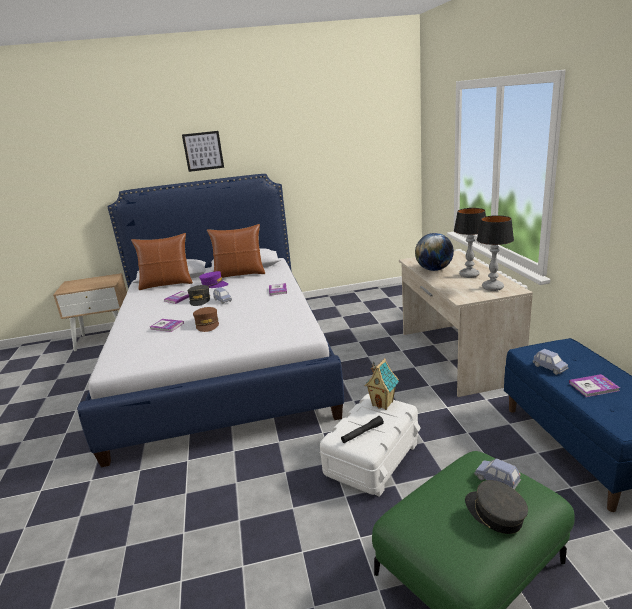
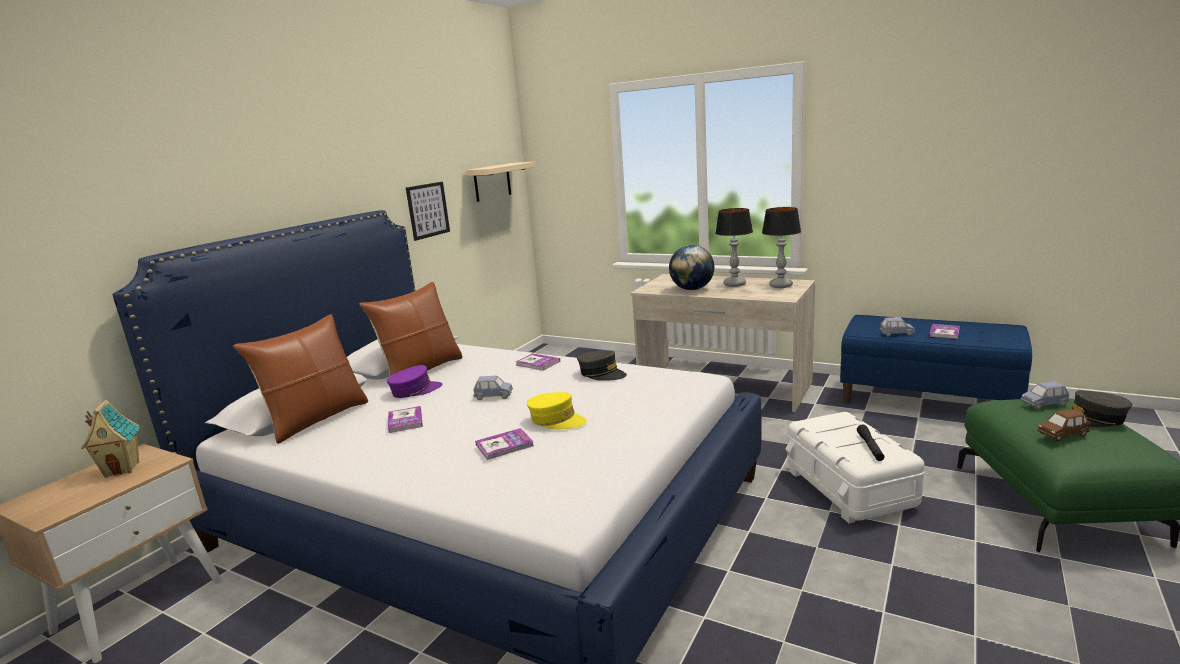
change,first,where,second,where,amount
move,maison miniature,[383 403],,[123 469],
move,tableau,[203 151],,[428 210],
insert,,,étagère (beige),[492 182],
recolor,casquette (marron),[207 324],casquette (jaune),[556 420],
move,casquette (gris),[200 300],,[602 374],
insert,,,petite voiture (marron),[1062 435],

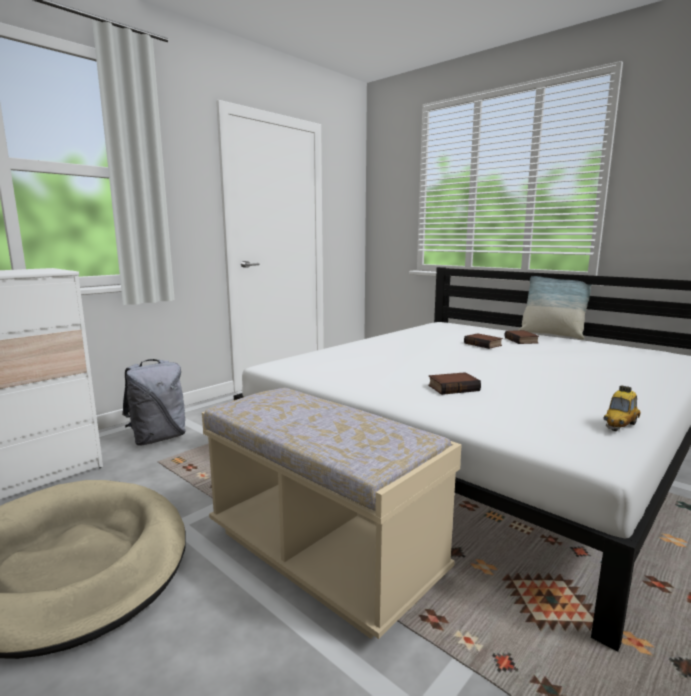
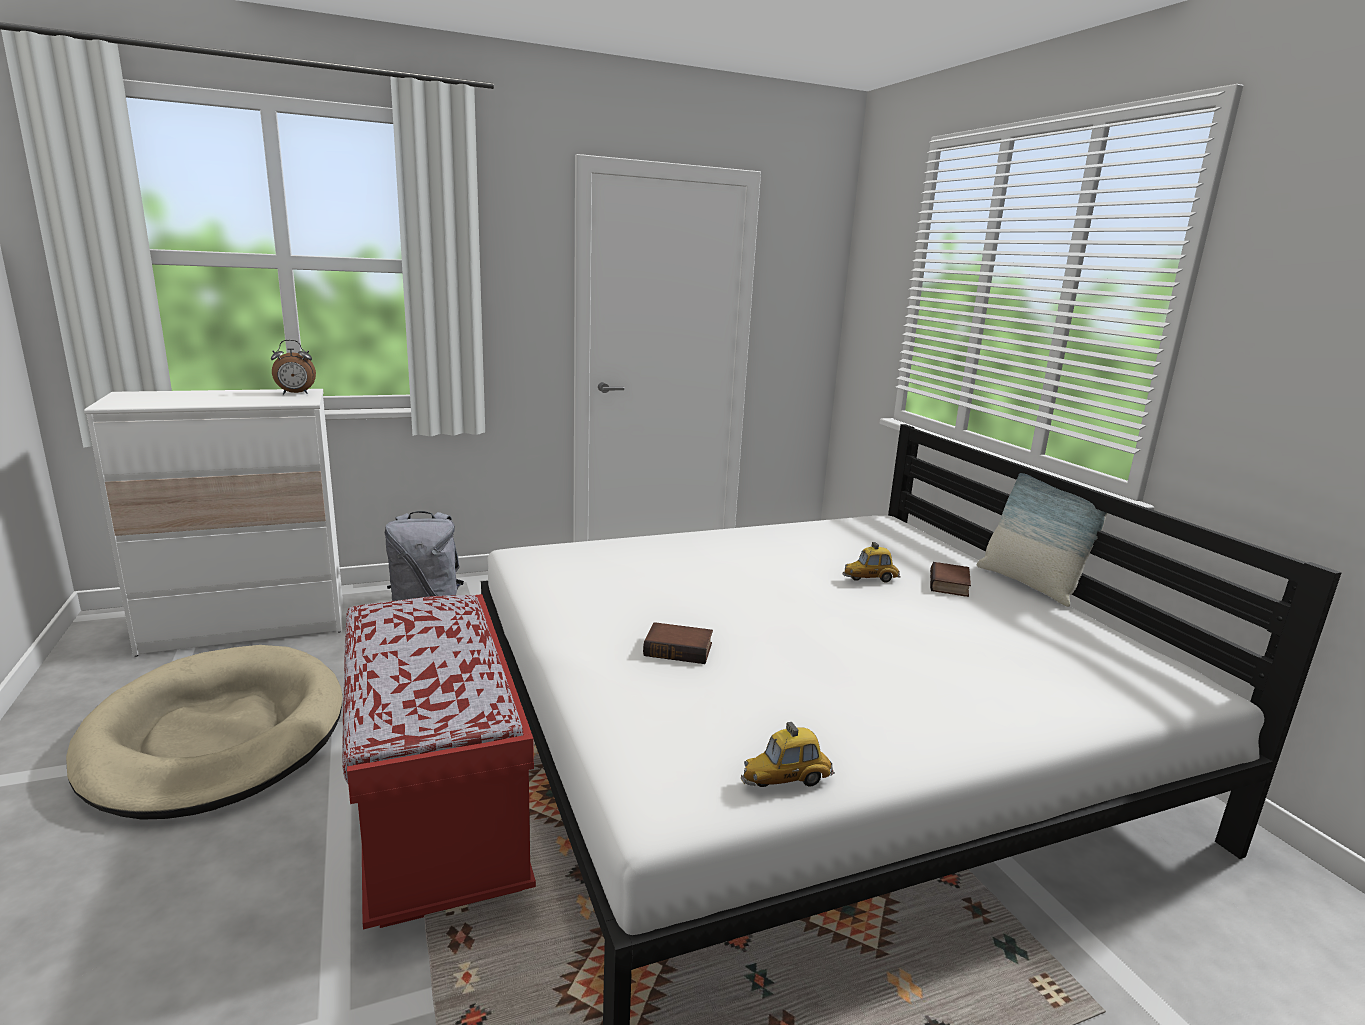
change,first,where,second,where,amount
insert,,,réveil,[295 394],
recolor,banc (beige),[322 554],banc (rouge),[438 815],
replace,livre,[483 344],petite voiture,[870 579],

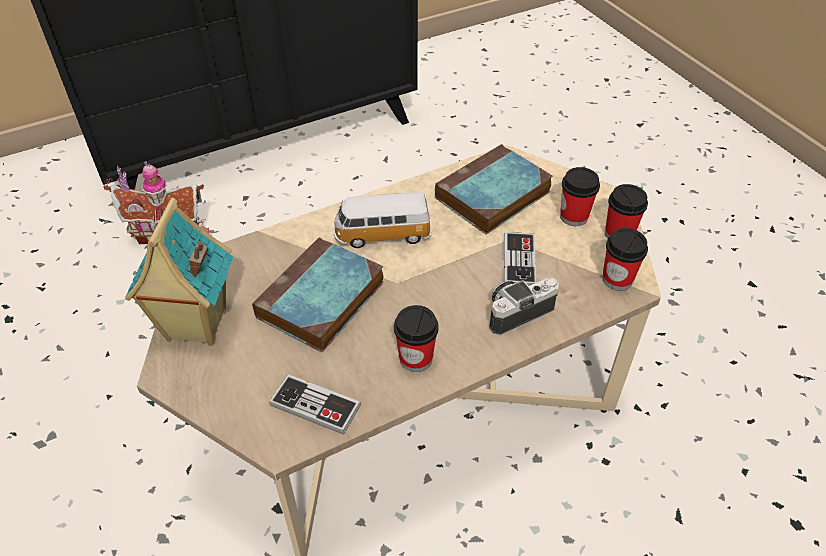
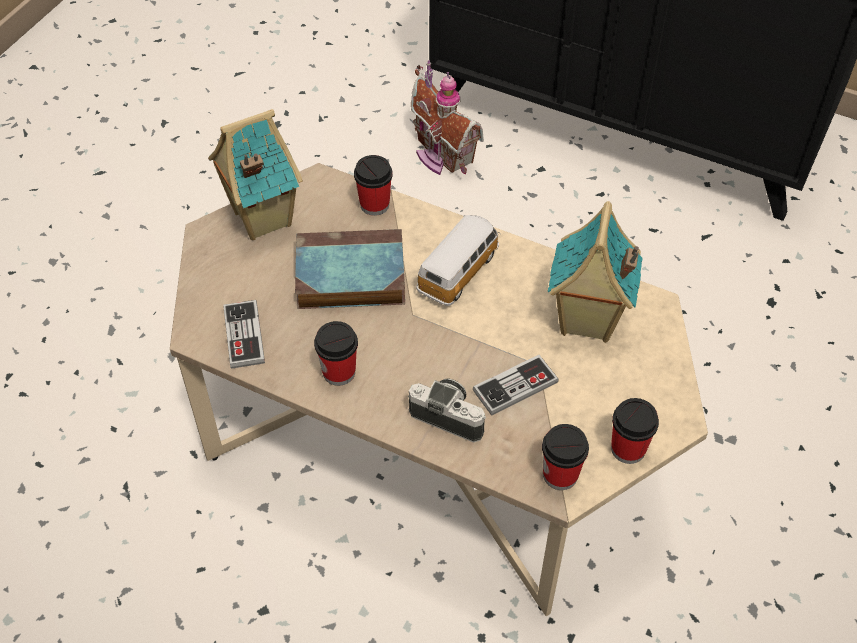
change,first,where,second,where,amount
move,tasse,[574 217],,[374 205],
rotate,petite voiture,[382 234],,[460 271],75 degrees clockwise
replace,livre,[492 196],maison miniature,[586 322],

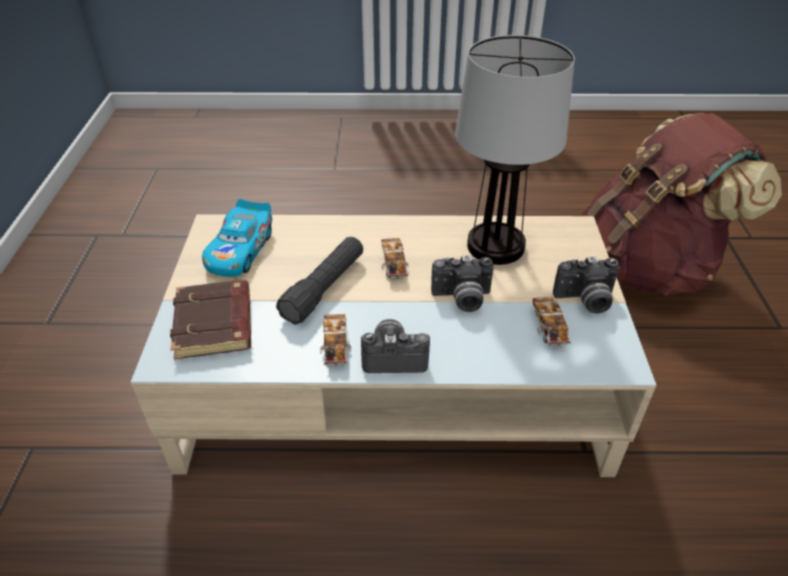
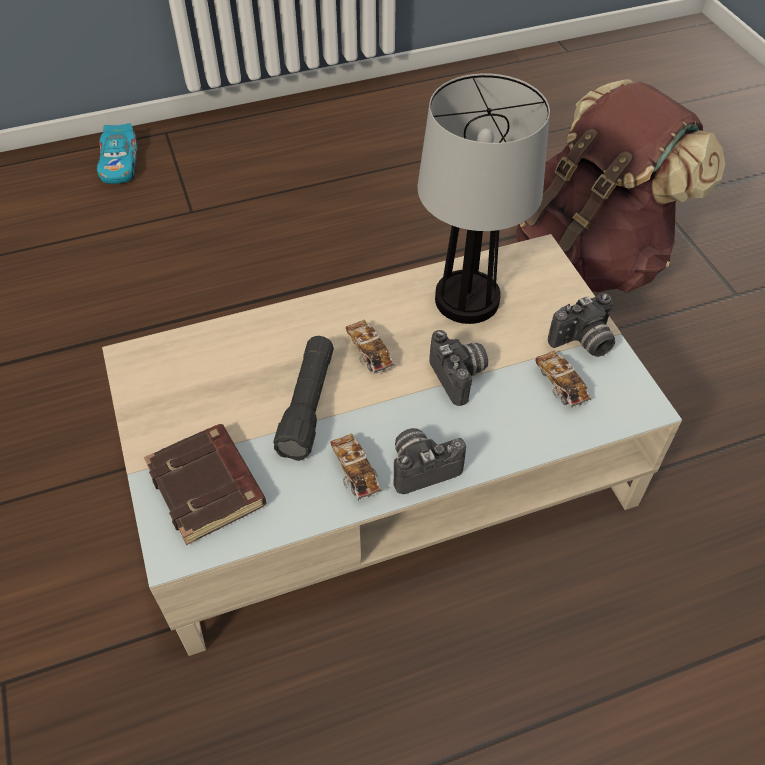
change,first,where,second,where,amount
move,petite voiture,[240 250],,[120 164],
rotate,appareil photo,[462 299],,[460 376],90 degrees counterclockwise

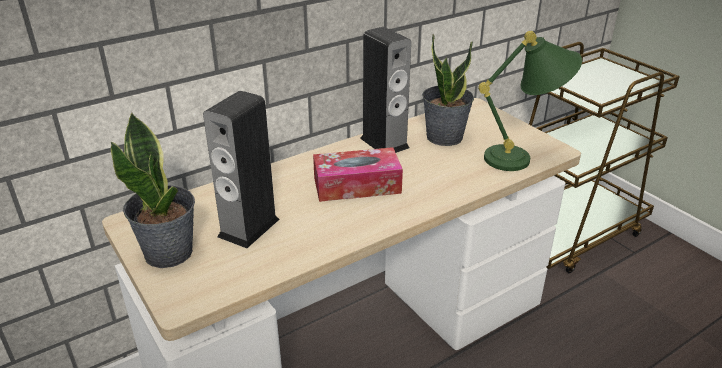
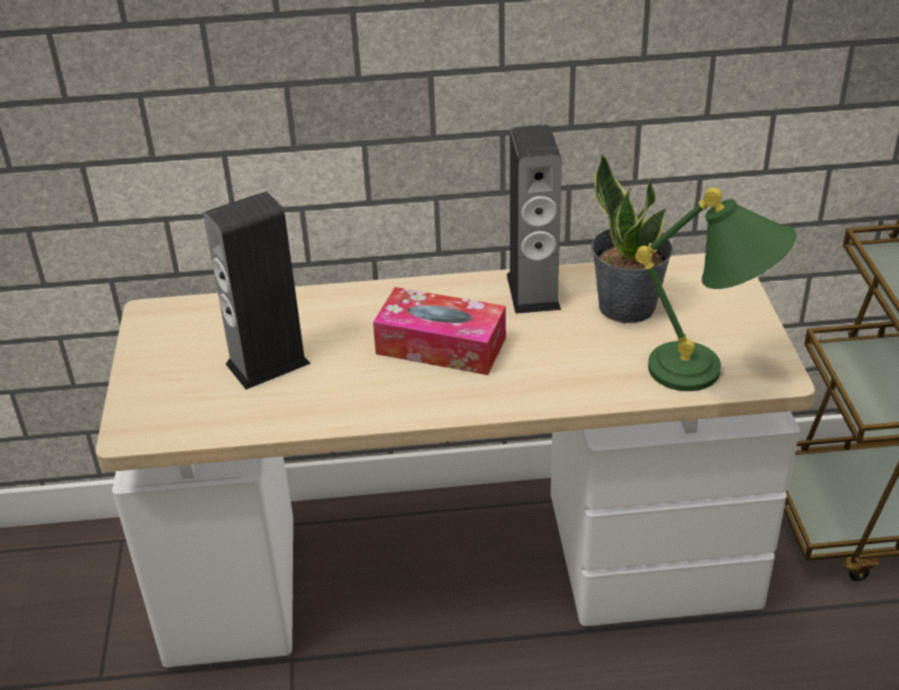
change,first,where,second,where,amount
delete,plante en pot,[169 252],,,

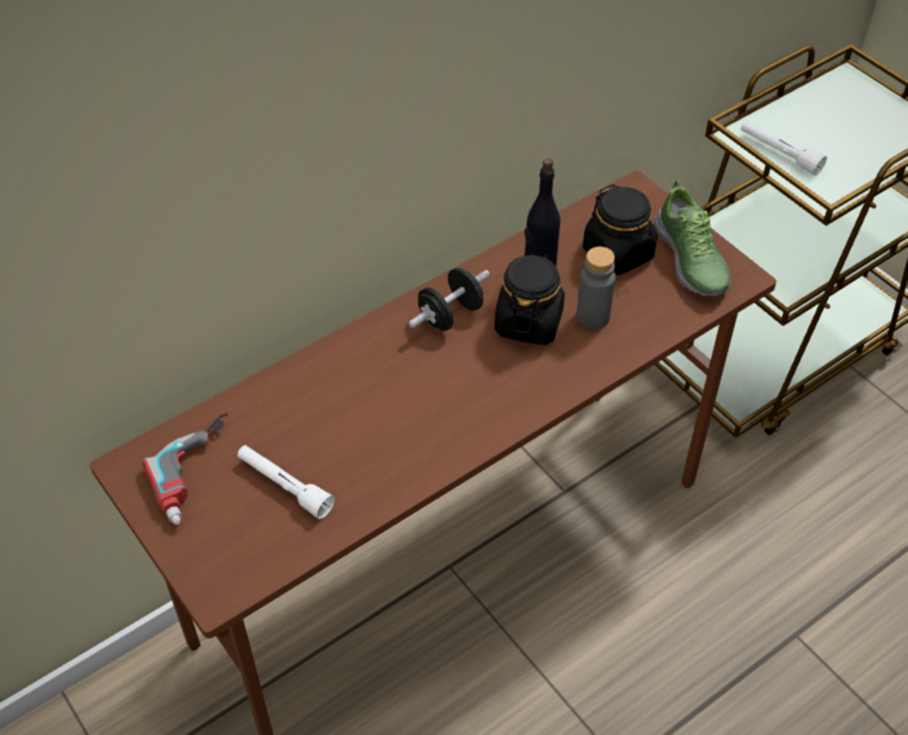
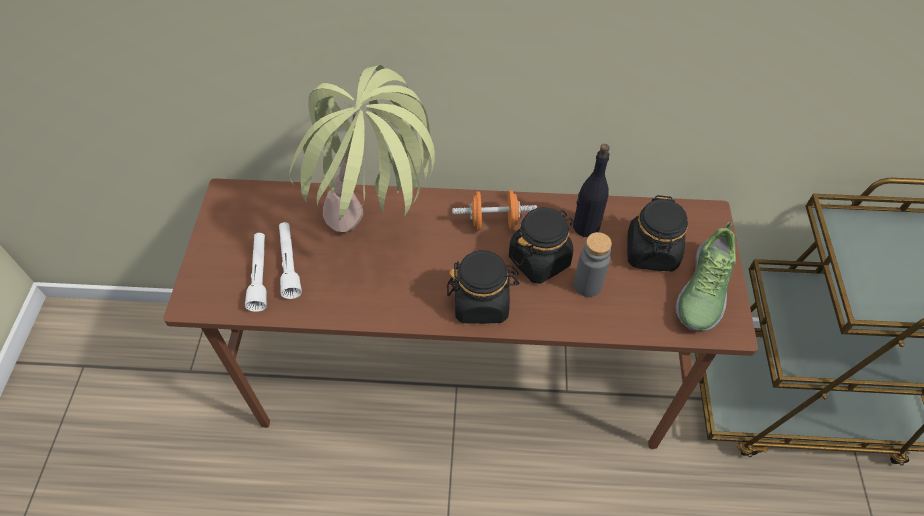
change,first,where,second,where,amount
move,lampe de poche (blanc),[779 153],,[260 275],
insert,,,plante en pot,[380 242],
insert,,,bocal (noir),[481 303],
recolor,haltère (noir),[450 315],haltère (orange),[494 222],
delete,perceuse,[201 473],,,

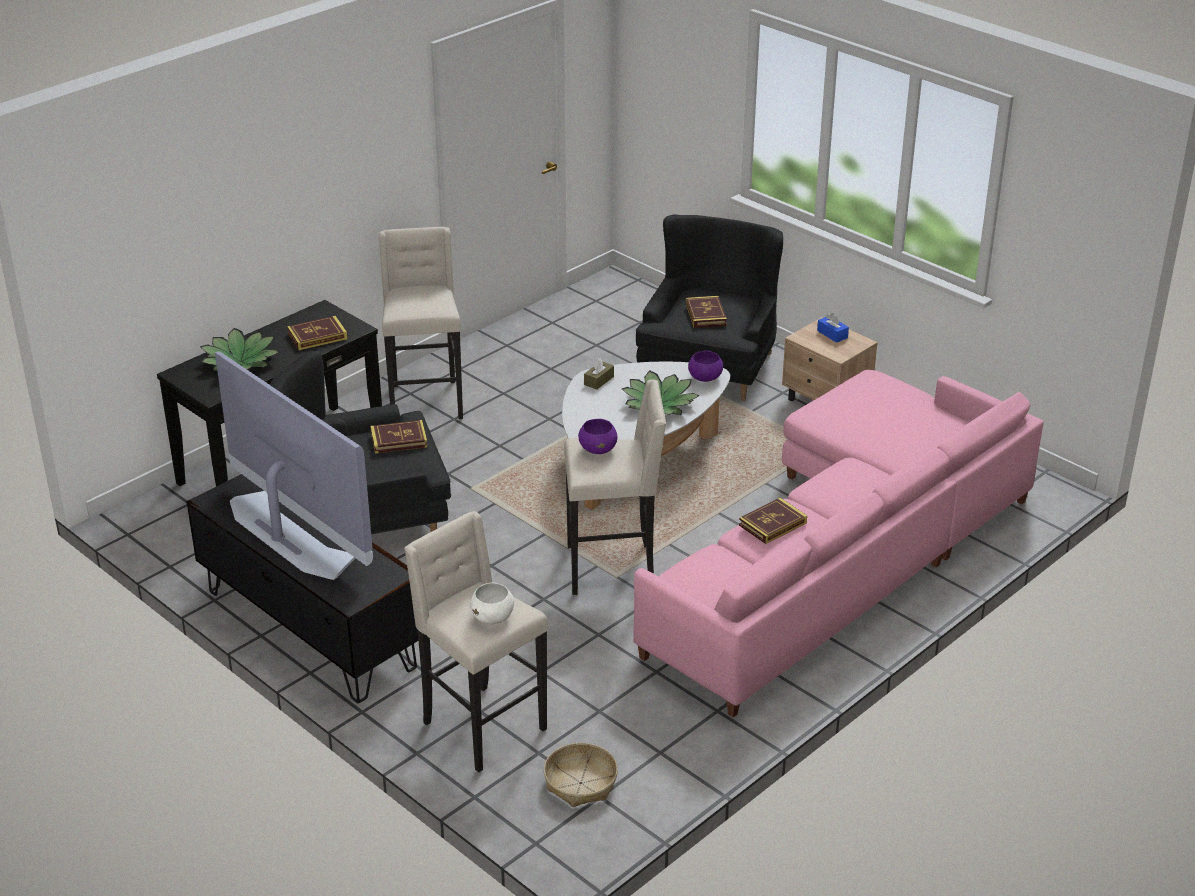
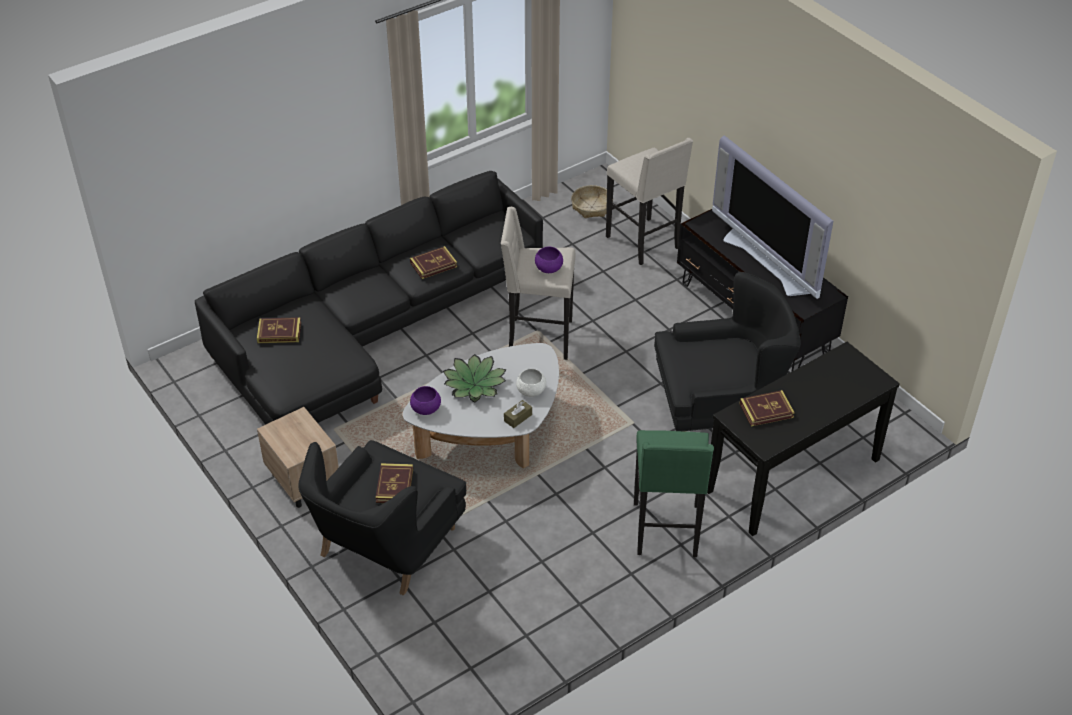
change,first,where,second,where,amount
recolor,canapé (rose),[844 553],canapé (noir),[369 330],
move,livre,[399 440],,[279 332],
move,bol (blanc),[493 617],,[531 391],
recolor,tabouret (beige),[425 401],tabouret (vert),[666 531],
delete,plante en pot,[241 361],,,
delete,boîte à mouchoirs (bleu),[832 334],,,

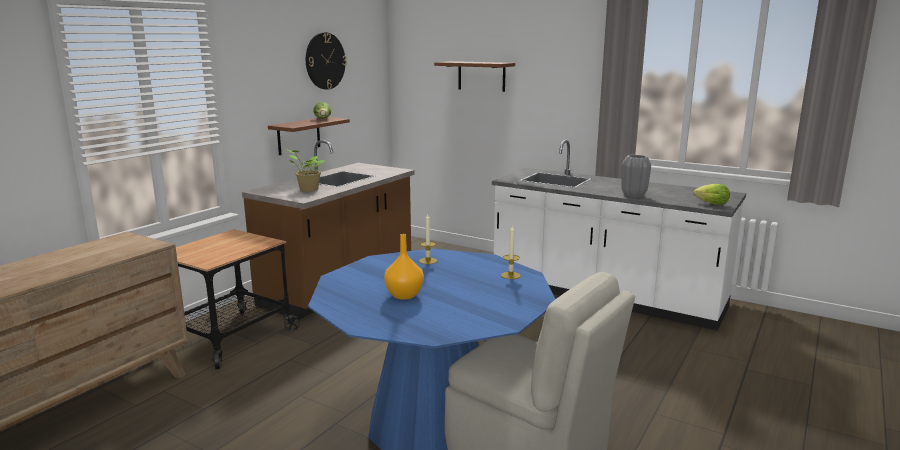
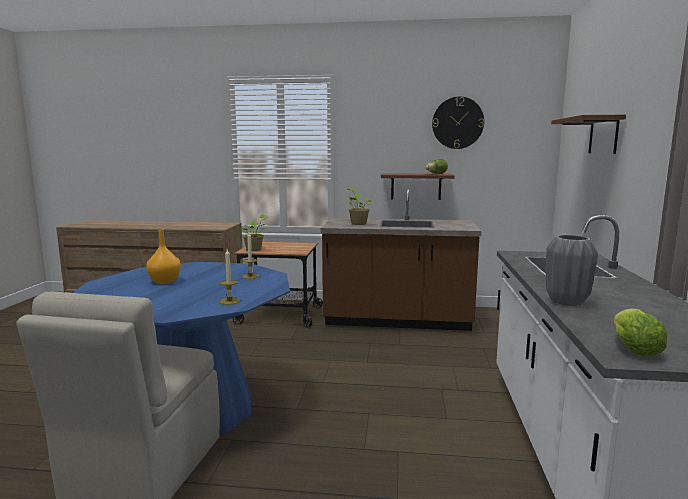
change,first,where,second,where,amount
insert,,,plante en pot,[255 250],

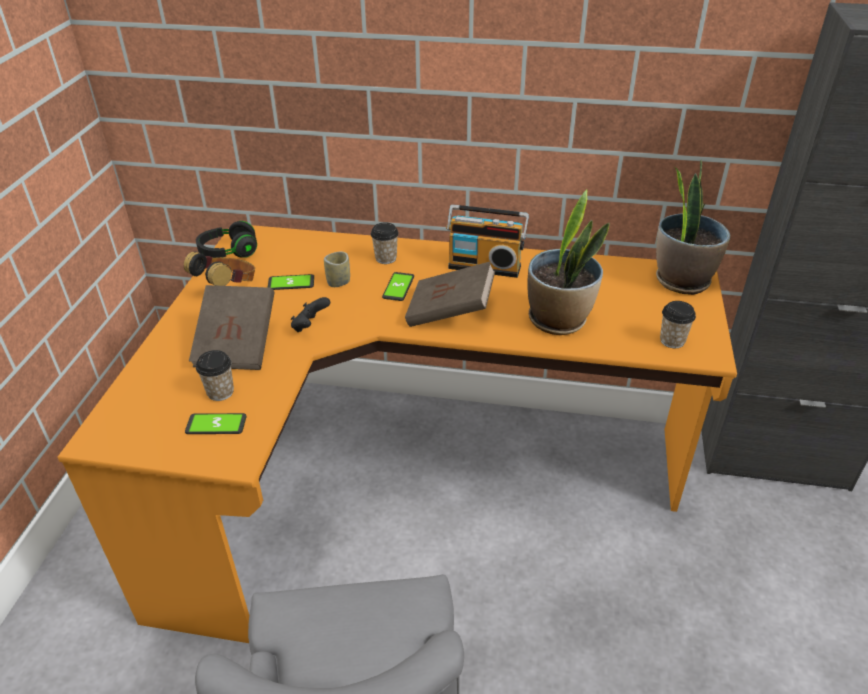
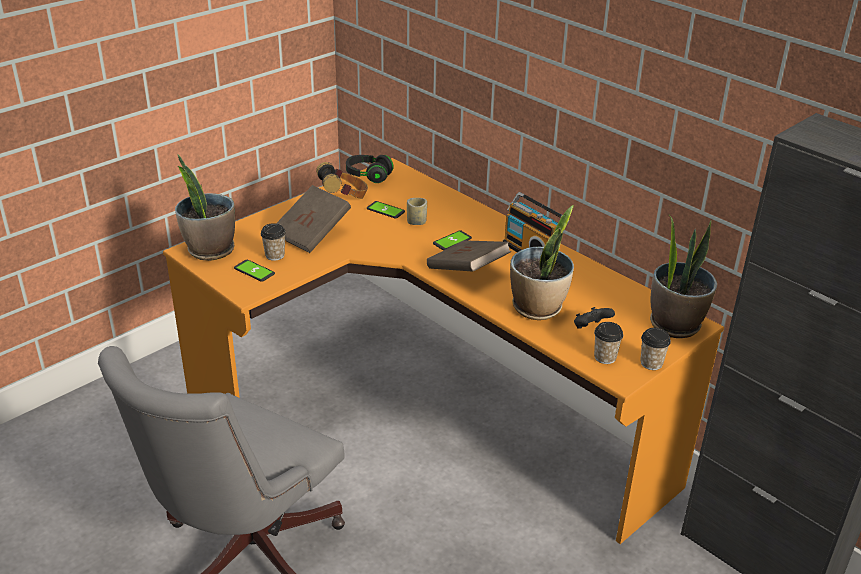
change,first,where,second,where,amount
insert,,,plante en pot,[210 250],
move,manette (noir),[310 326],,[590 328],
move,tasse,[386 258],,[651 363],

